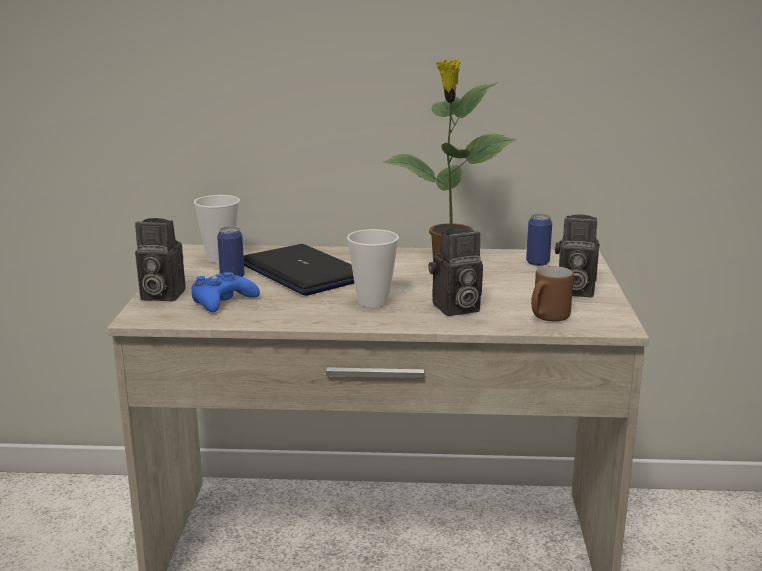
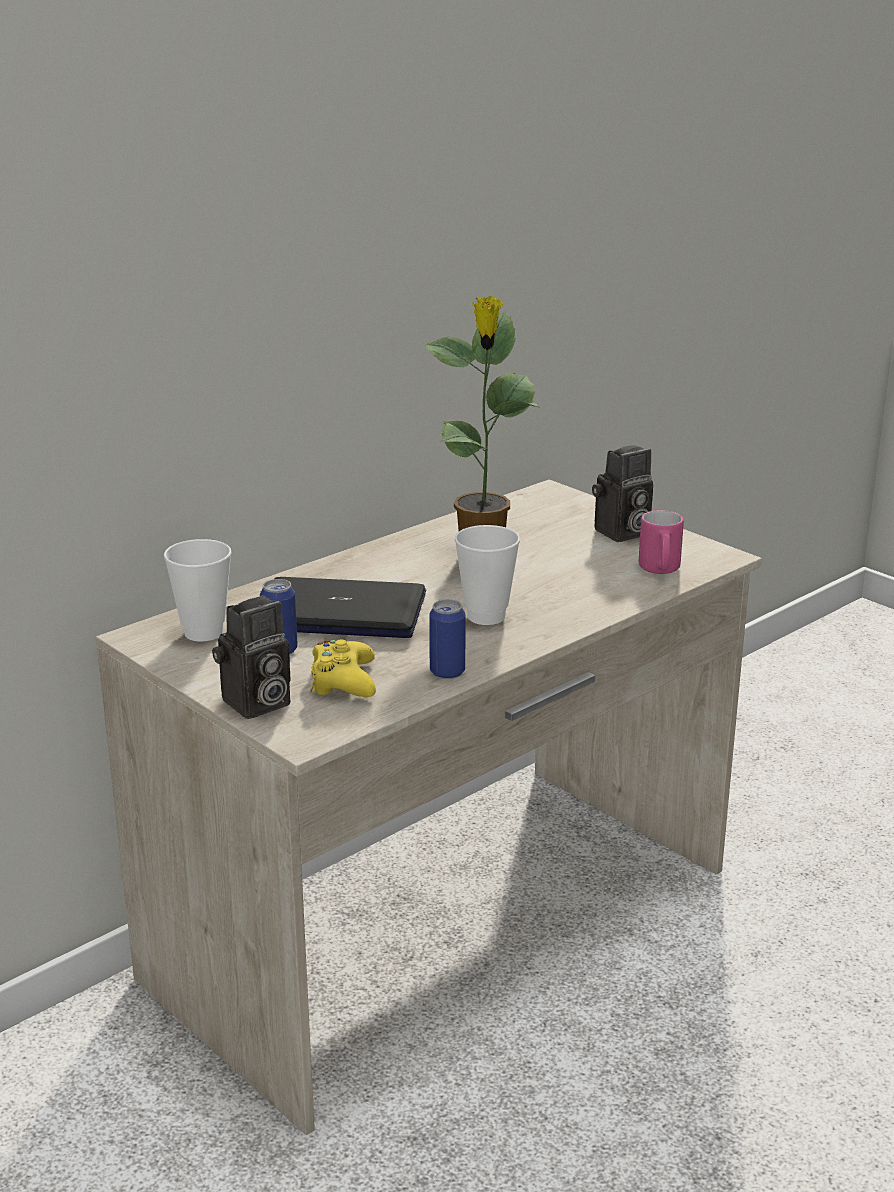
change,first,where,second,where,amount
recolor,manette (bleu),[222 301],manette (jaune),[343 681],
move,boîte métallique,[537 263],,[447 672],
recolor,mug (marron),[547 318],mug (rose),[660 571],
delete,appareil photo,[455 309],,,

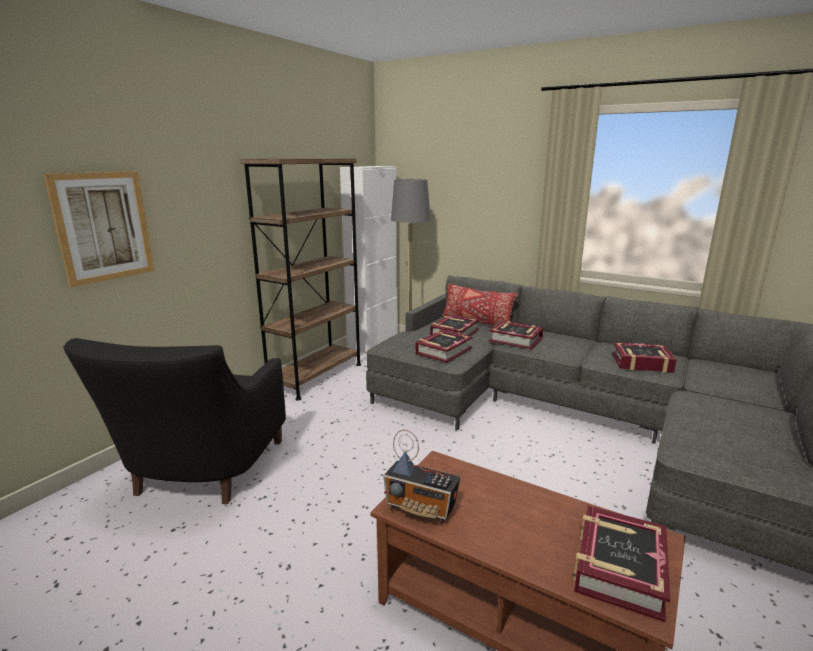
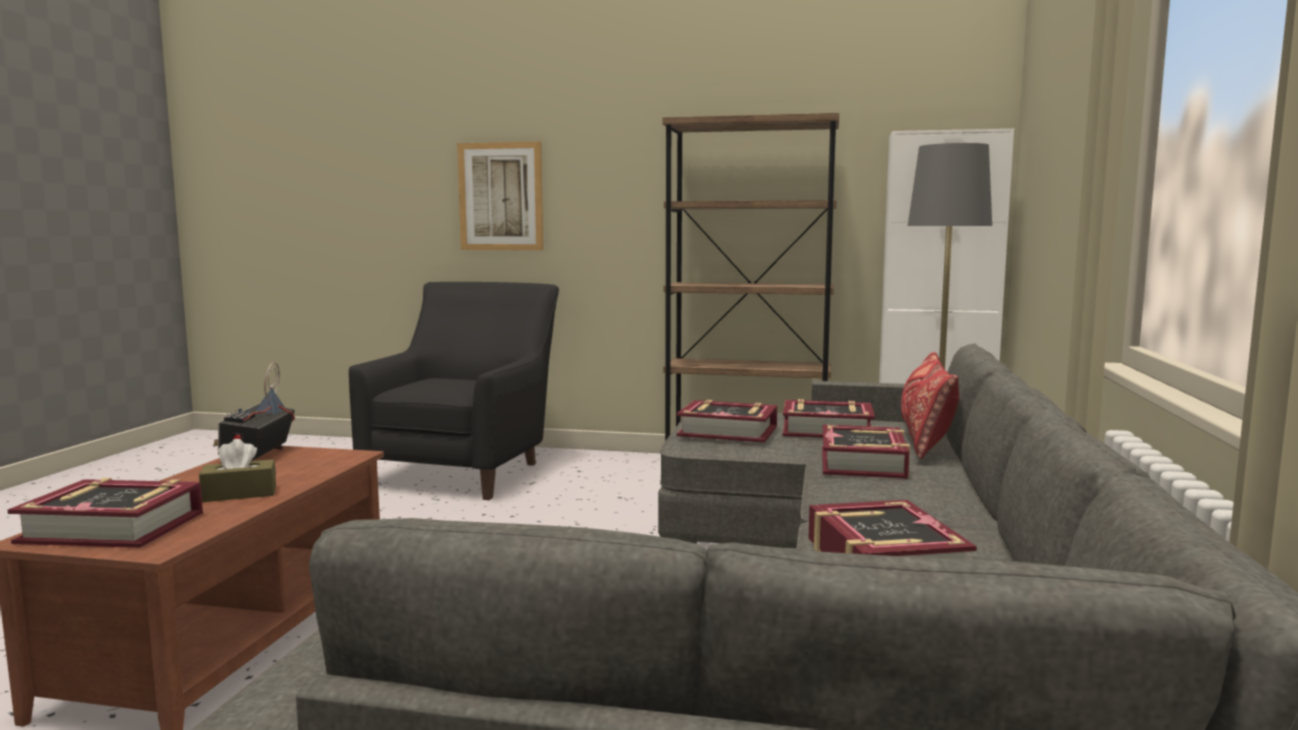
change,first,where,second,where,amount
insert,,,boîte à mouchoirs (marron),[239 494],
rotate,fauteuil (noir),[201 474],,[467 471],120 degrees clockwise

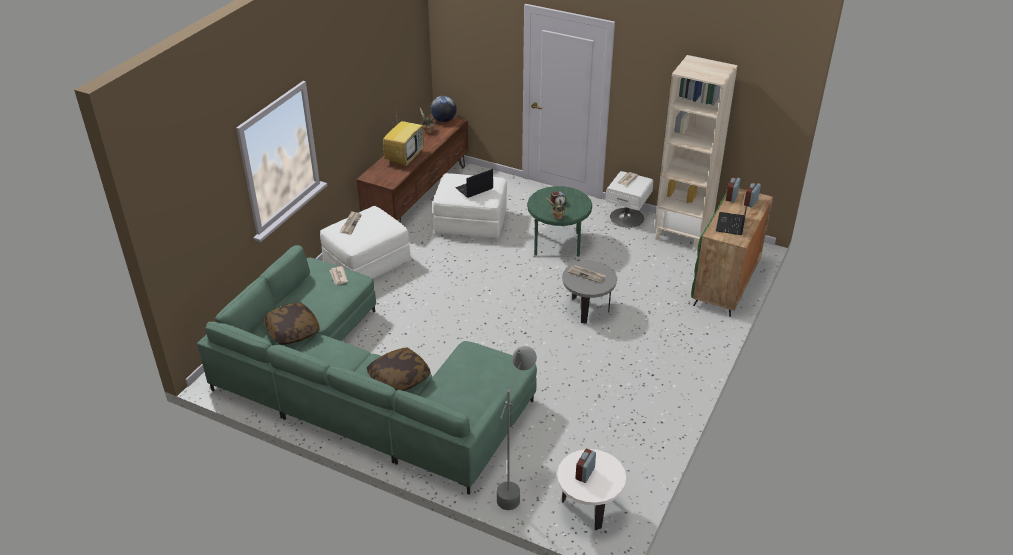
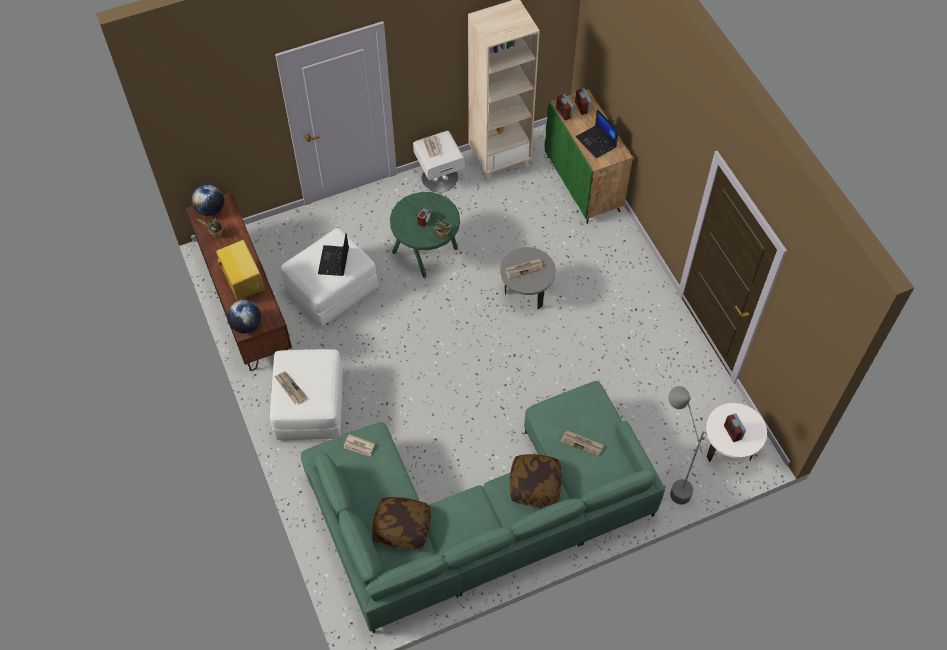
change,first,where,second,where,amount
insert,,,globe,[246 325],
insert,,,journal,[582 443],

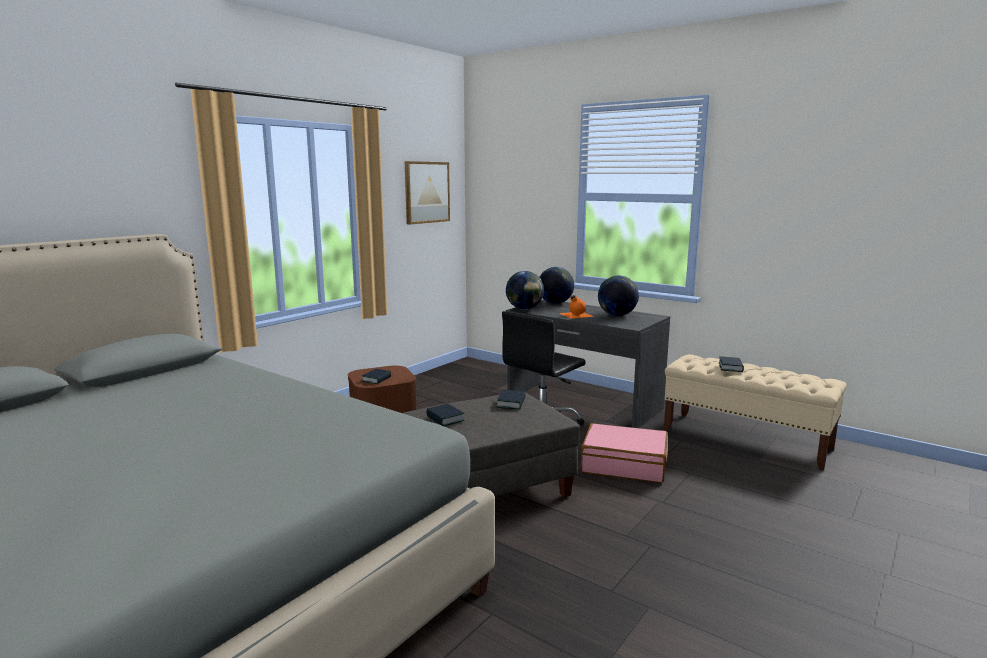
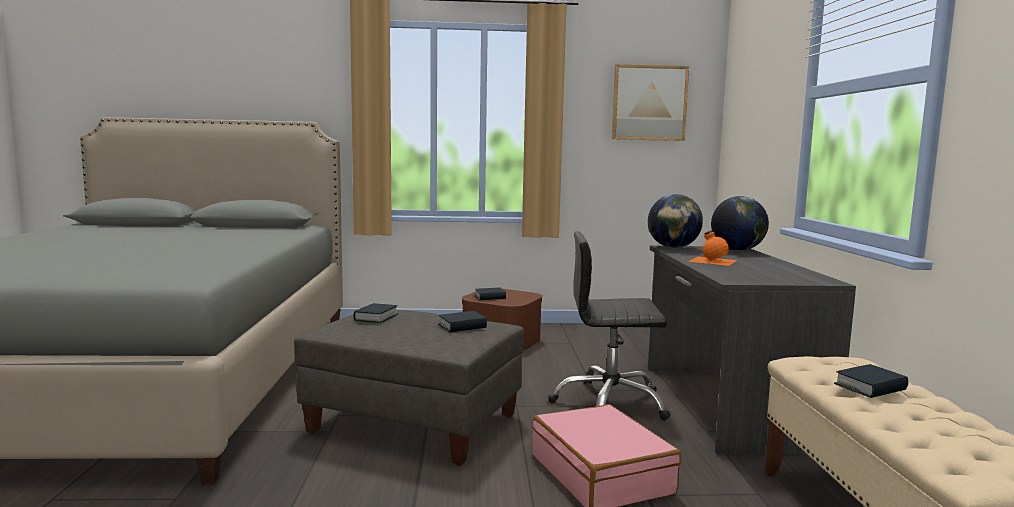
change,first,where,second,where,amount
delete,globe,[617 315],,,

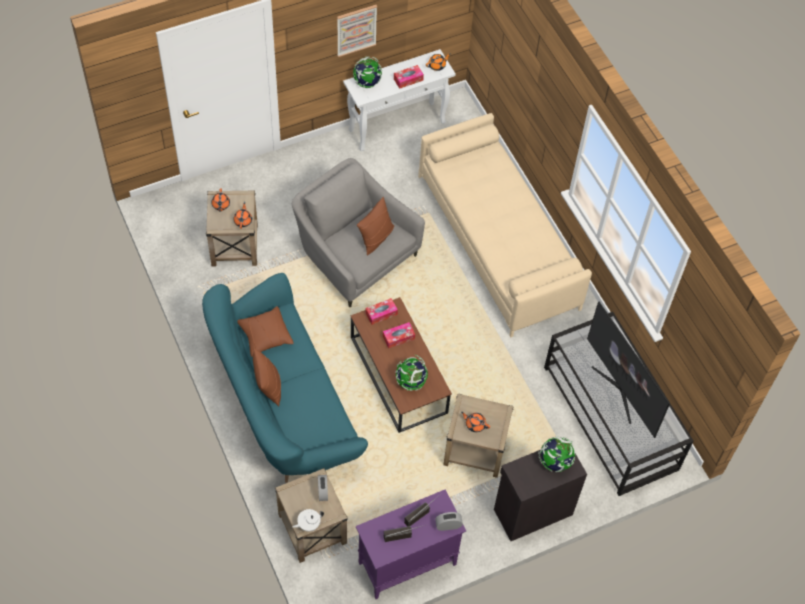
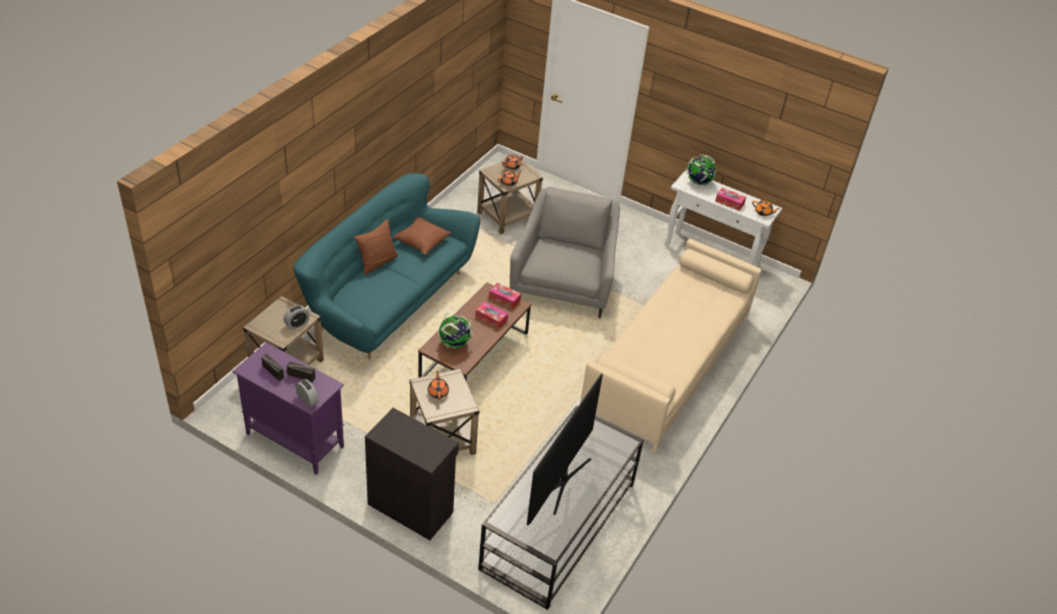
change,first,where,second,where,amount
delete,théière (blanc),[308 524],,,
delete,tableau,[356 30],,,
delete,coussin (marron),[376 238],,,
delete,globe,[554 462],,,

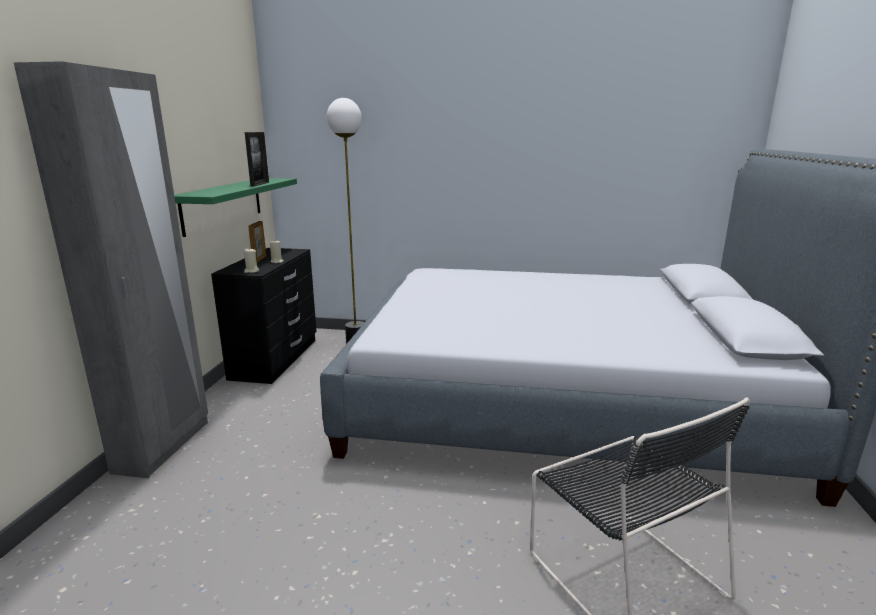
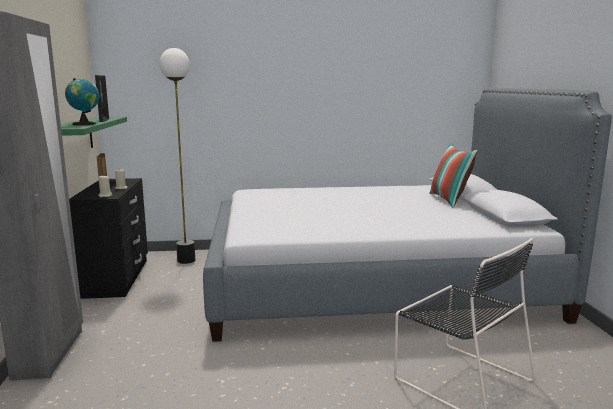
change,first,where,second,where,amount
insert,,,globe,[85 124],
insert,,,coussin,[449 200],

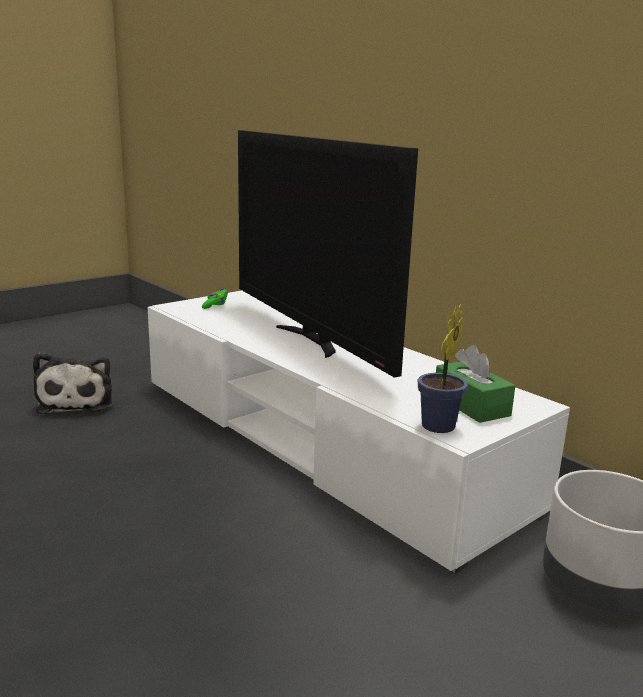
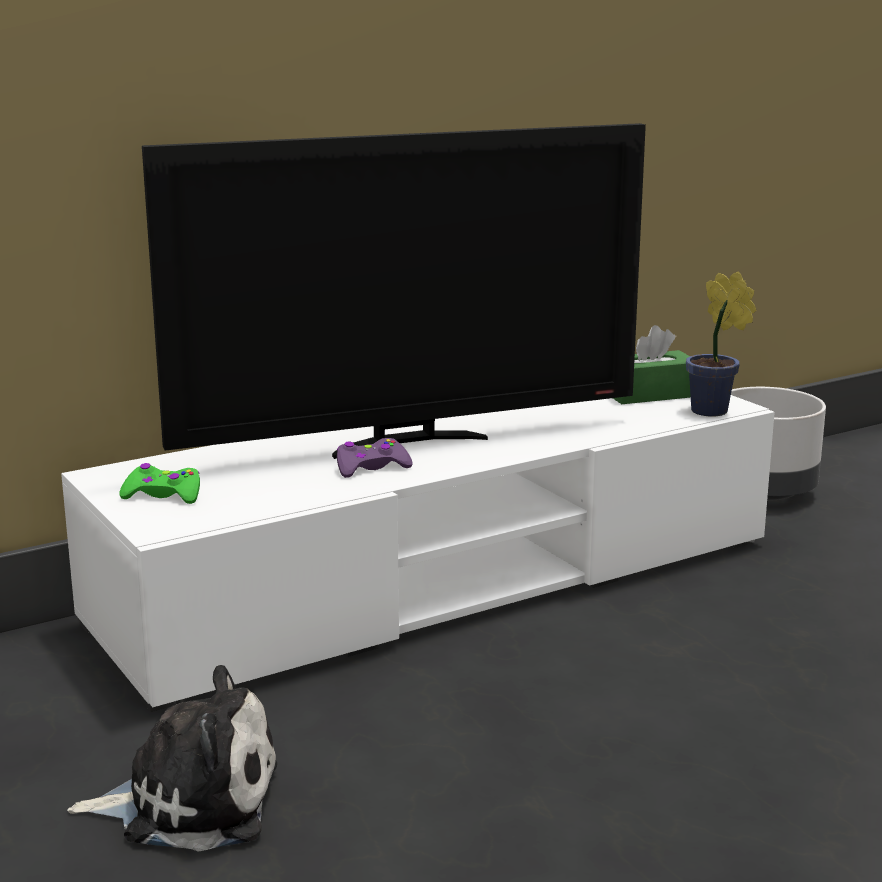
change,first,where,second,where,amount
insert,,,manette (violet),[371 467],

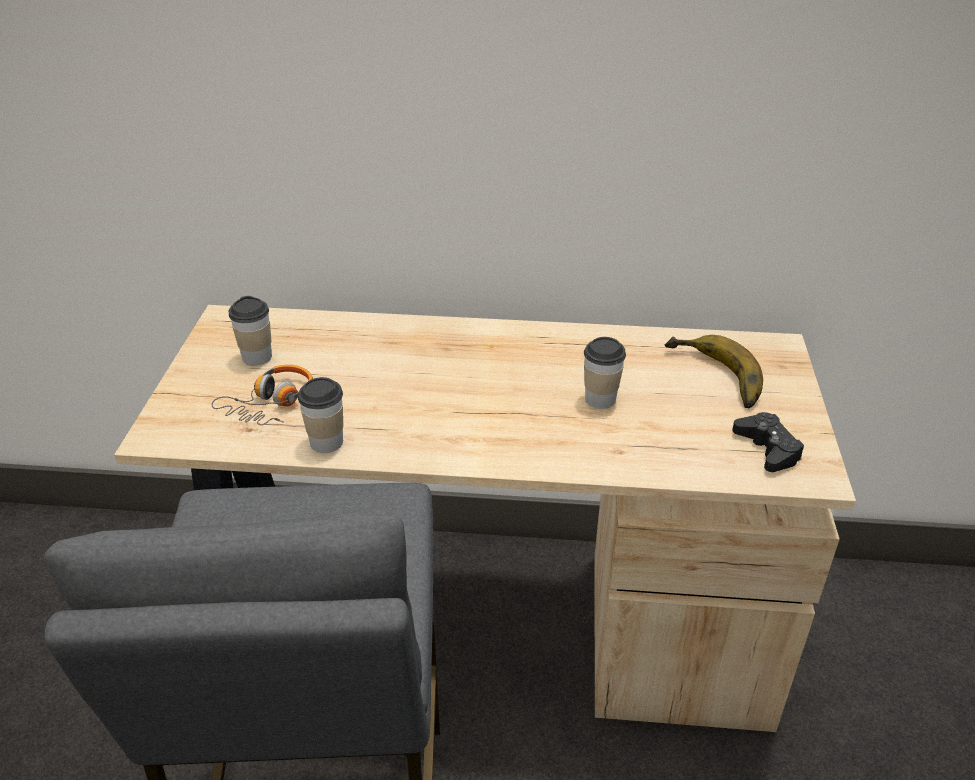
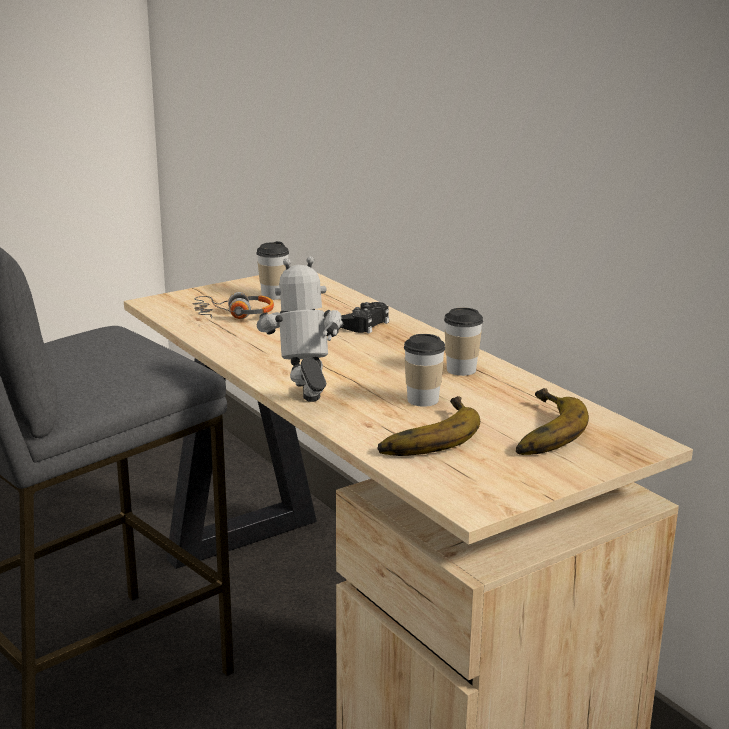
change,first,where,second,where,amount
insert,,,robot jouet,[305 406],
move,manette (noir),[767 449],,[364 324],
insert,,,banane,[424 435],
move,tasse,[326 442],,[461 370],

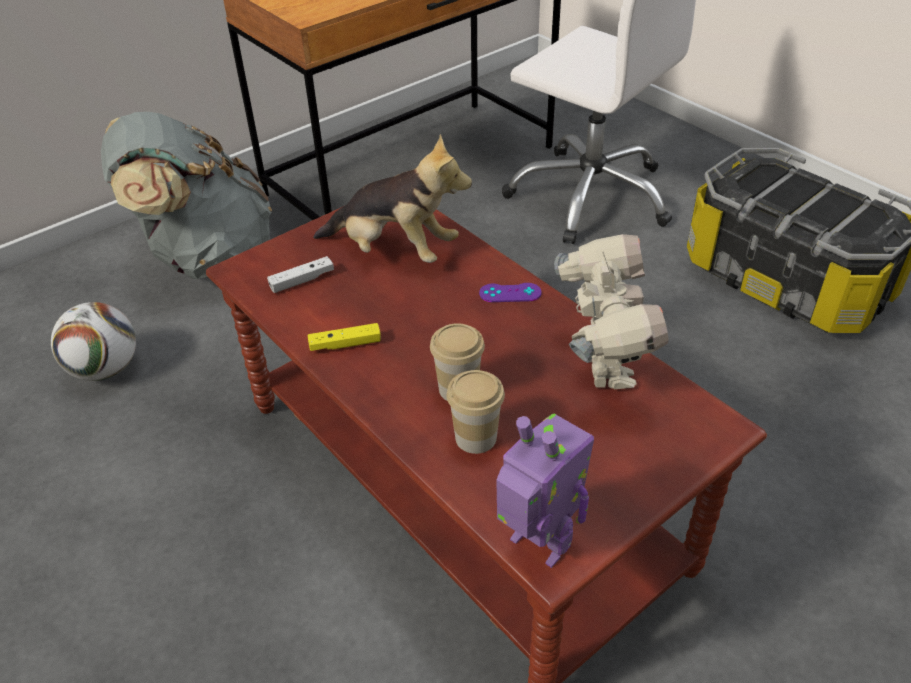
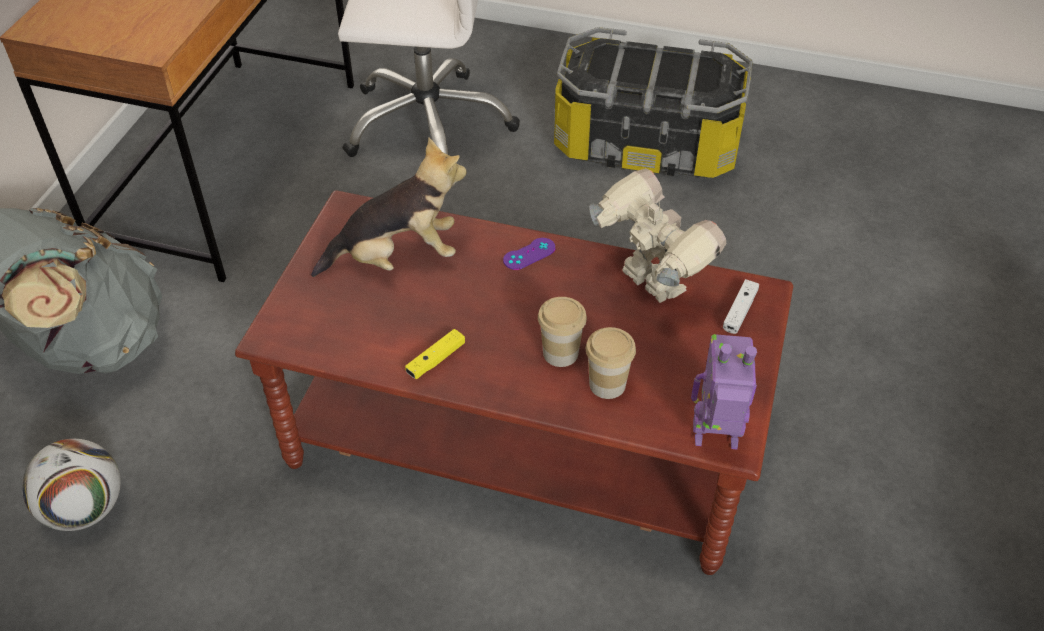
change,first,where,second,where,amount
move,manette (blanc),[302 280],,[739 311],

